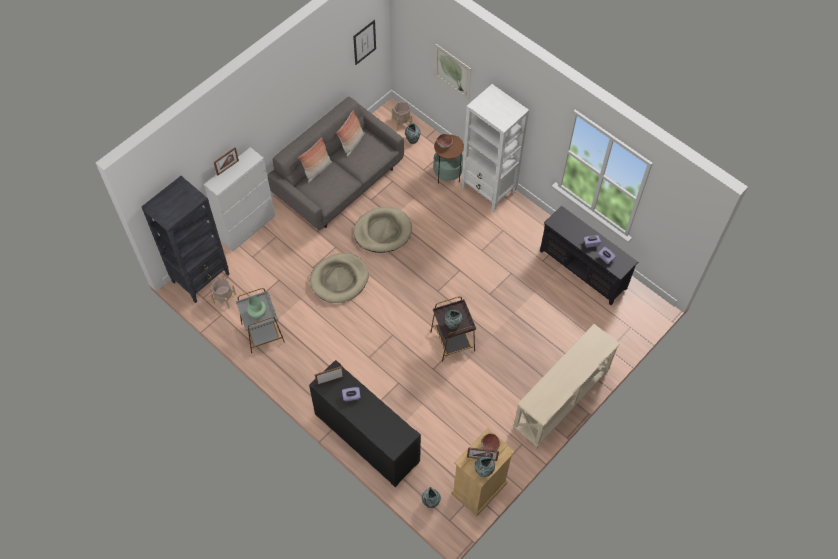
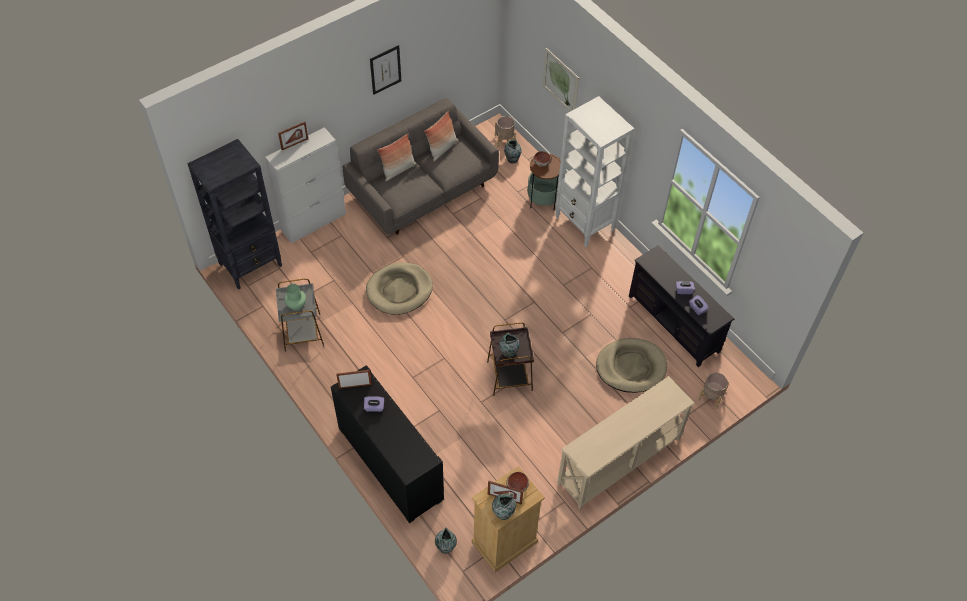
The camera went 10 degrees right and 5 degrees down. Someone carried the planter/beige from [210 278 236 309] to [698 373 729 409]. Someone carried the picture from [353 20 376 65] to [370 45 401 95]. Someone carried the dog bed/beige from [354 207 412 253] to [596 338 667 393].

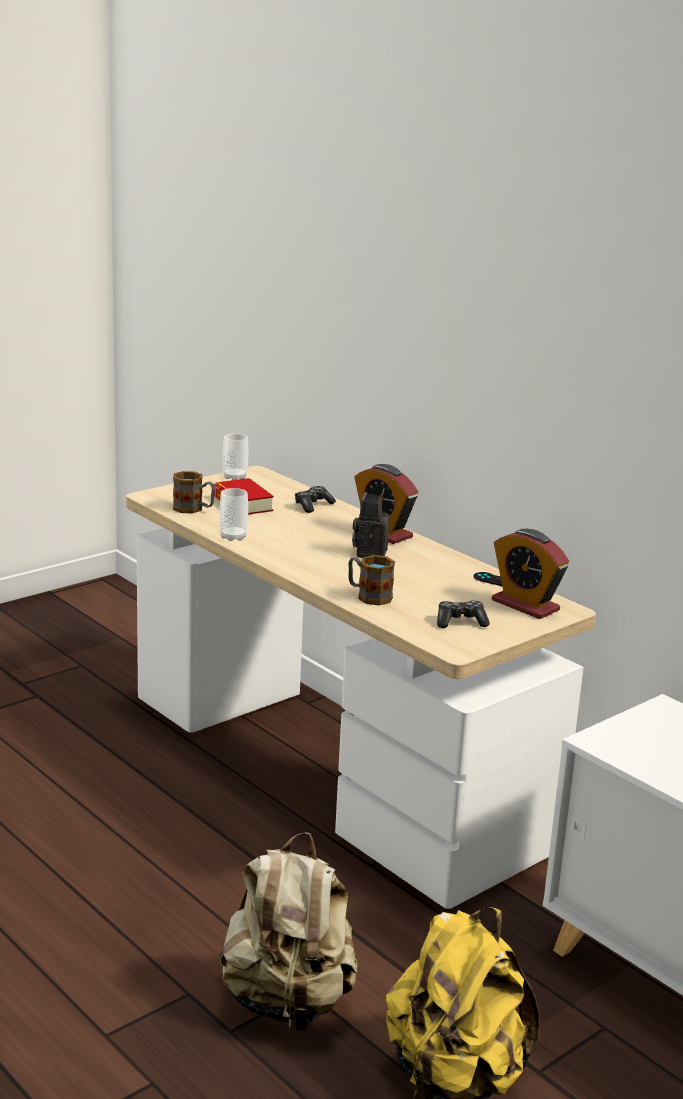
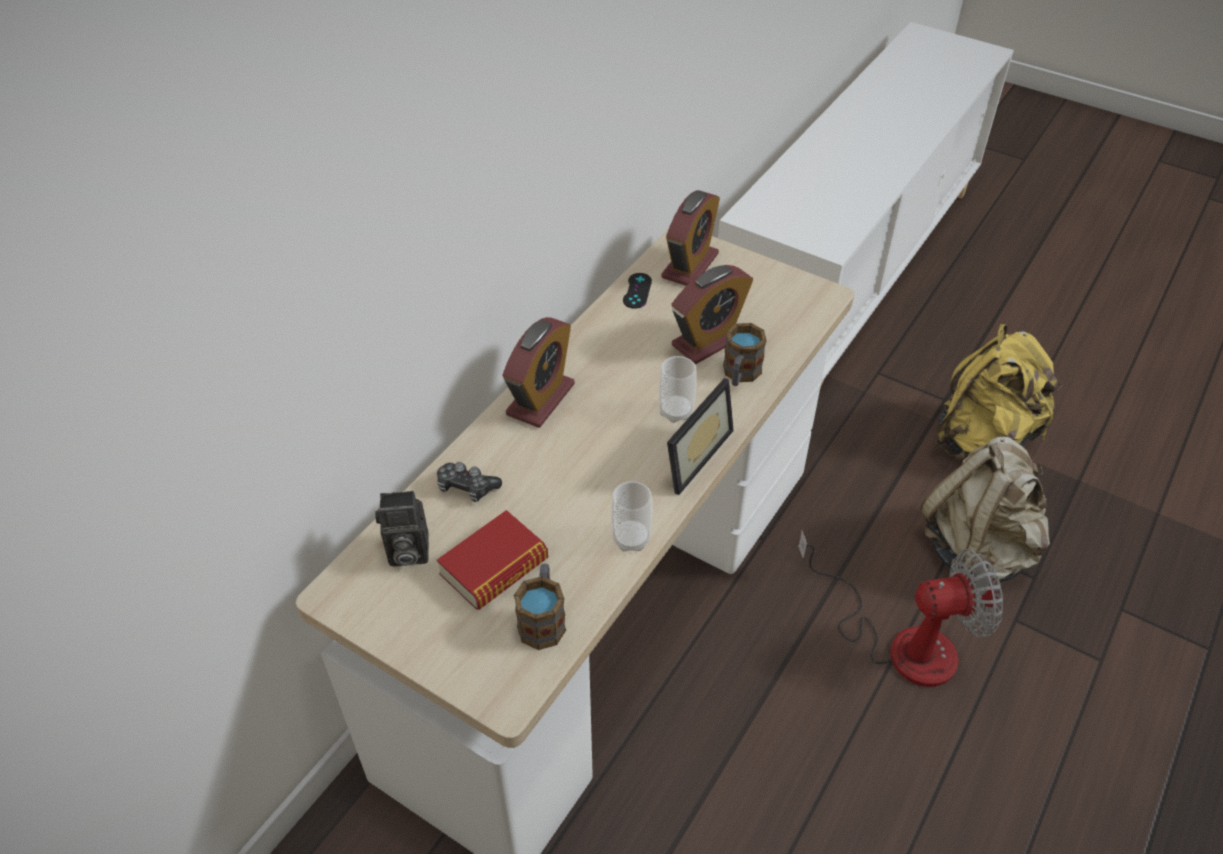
The camera went 105 degrees left and 25 degrees up. Someone carried the cup from [223 433 248 480] to [659 356 697 423]. Someone carried the photo camera from [352 492 389 558] to [375 491 429 566]. Someone took away the game controller at [437 600 490 628]. Someone put down the picture frame at [667 378 734 495]. Someone put down the alarm clock at [672 265 753 364]. Someone put down the fan at [798 530 1003 687].

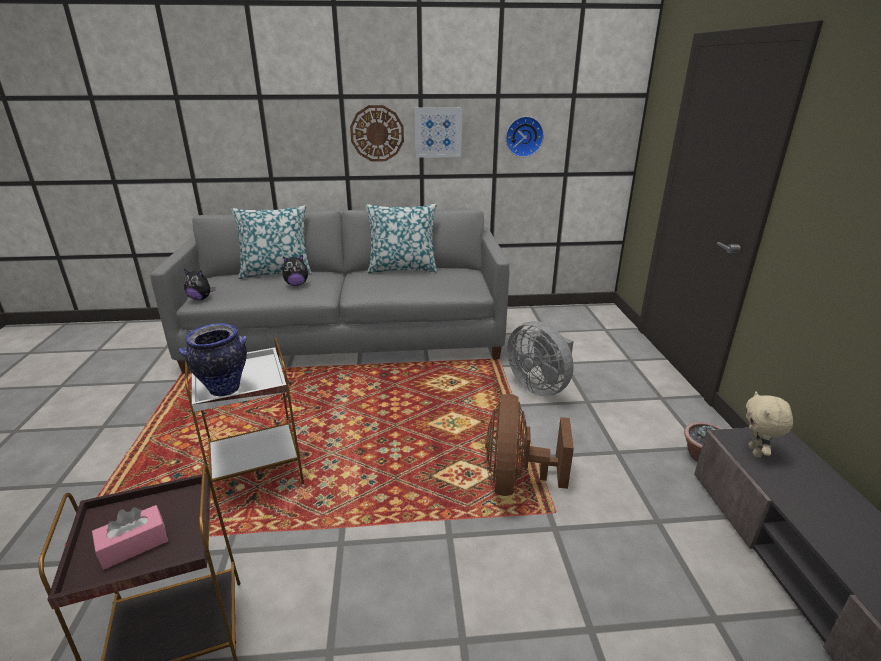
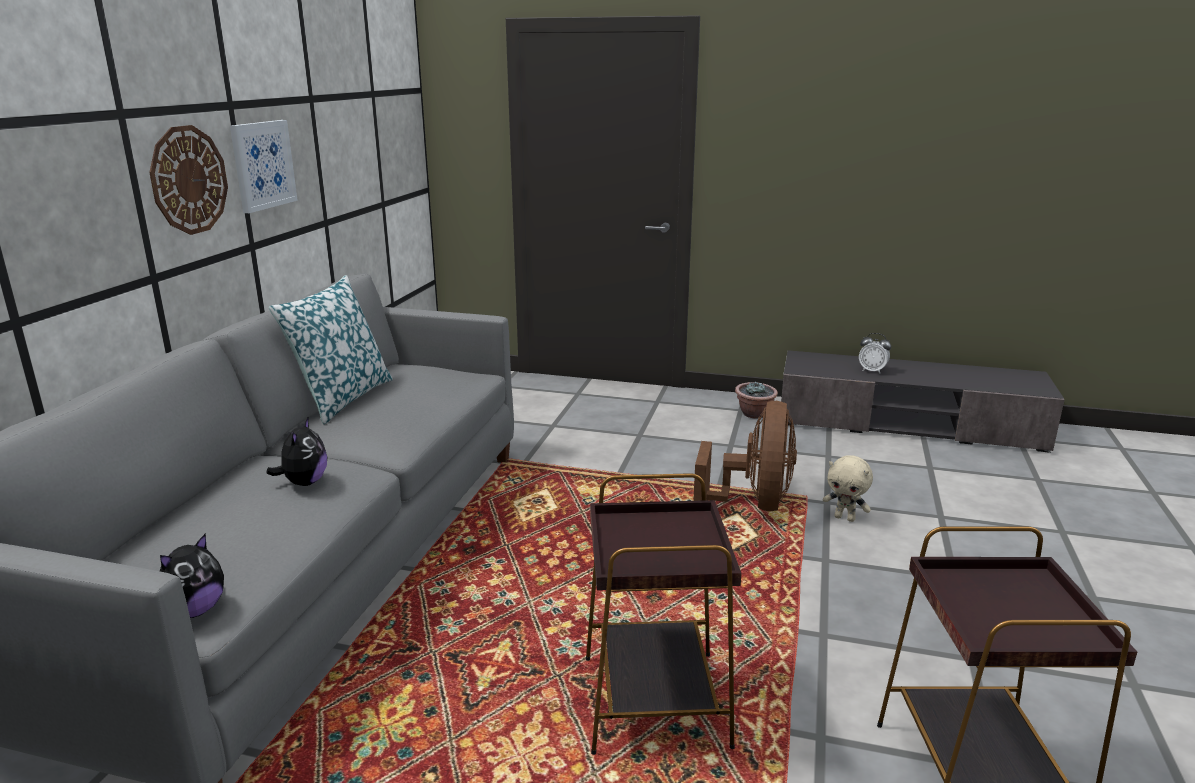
The camera went 70 degrees left and 5 degrees down. Someone took away the tissue box/pink at [92 505 168 570]. Someone took away the vase at [179 323 247 397]. Someone repainted the side table/white at [185 337 305 511], which became the side table/brown at [586 473 742 755]. Someone took away the pillow at [231 205 312 279]. Someone rotated the fan/brown at [485 394 574 496] by 105 degrees counterclockwise. Someone took away the wall clock at [506 116 544 157]. Someone took away the fan/grey at [507 321 574 396]. Someone carried the plush toy/beige from [746 391 793 458] to [823 455 873 522]. Someone put down the alarm clock at [859 333 891 374].

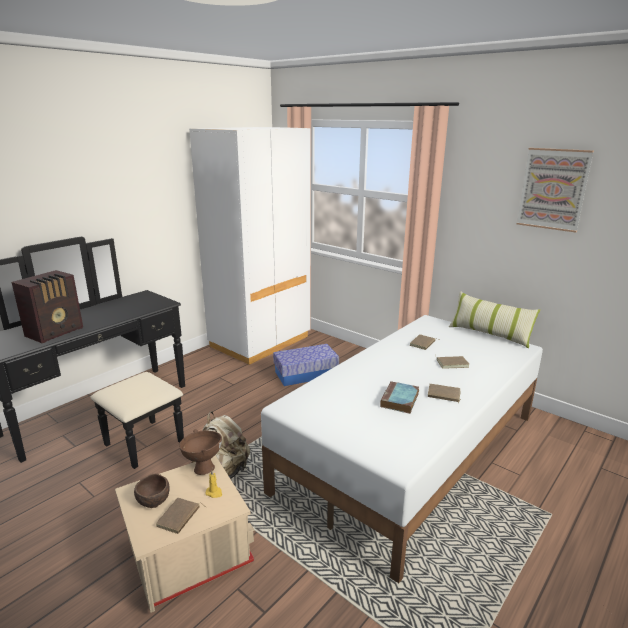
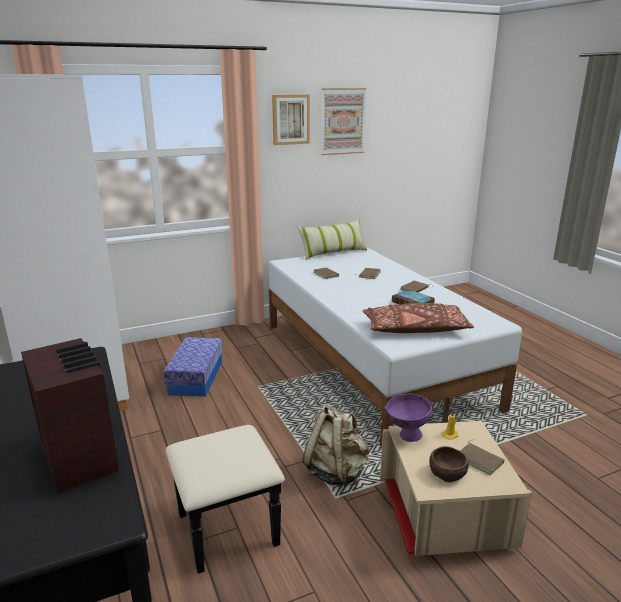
The camera went 65 degrees left and 0 degrees up. Someone repainted the bowl/brown at [179 429 222 475], which became the bowl/purple at [384 394 433 442]. Someone put up the picture at [272 94 310 145]. Someone put down the pillow/brown at [363 303 474 333].

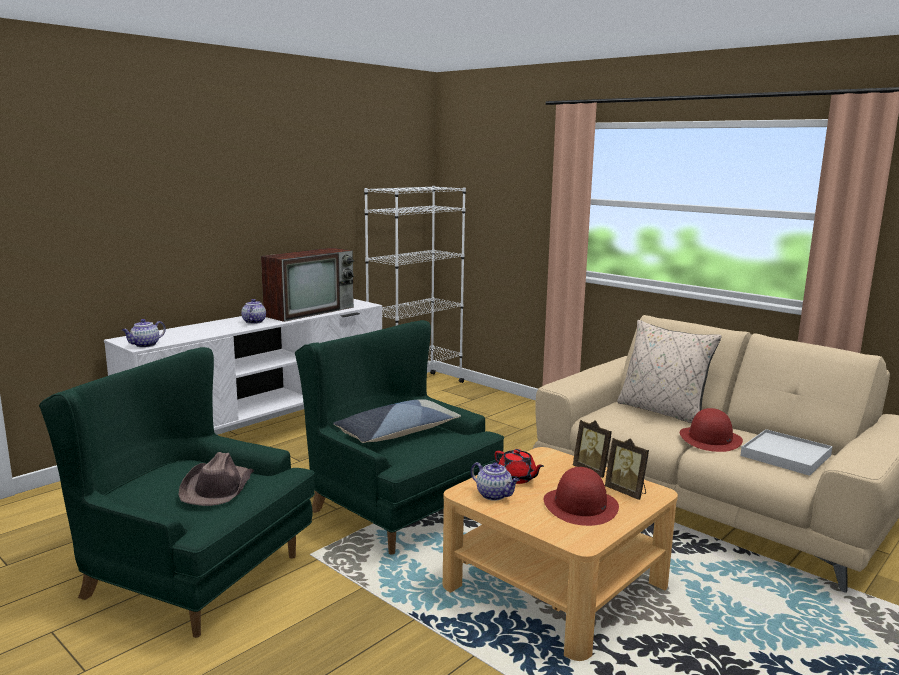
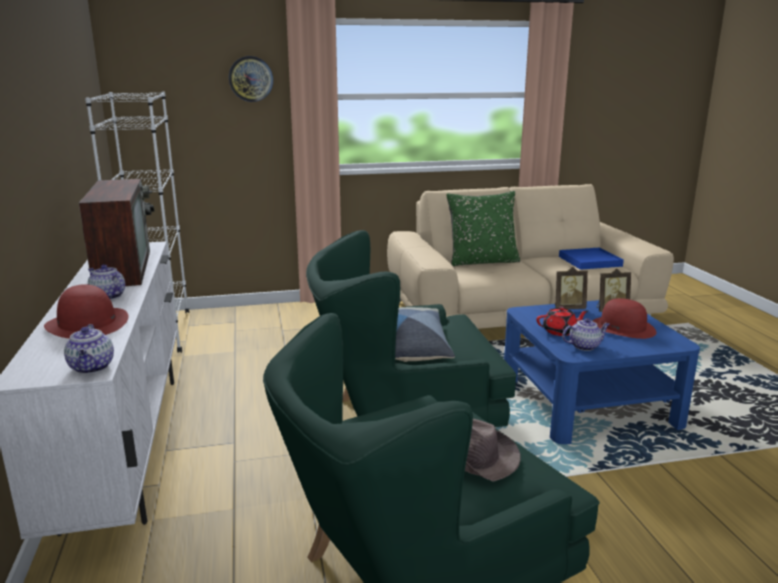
The camera went 55 degrees left and 5 degrees up. Someone repainted the coffee table/beige at [443 447 678 661], which became the coffee table/blue at [504 300 700 444]. Someone repainted the pillow/beige at [617 320 721 423], which became the pillow/green at [446 191 520 266]. Someone carried the hat/red from [680 408 743 452] to [44 284 129 339]. Someone repainted the tray/white at [740 429 833 476], which became the tray/blue at [559 247 624 270]. Someone put up the wall clock at [229 56 273 102].

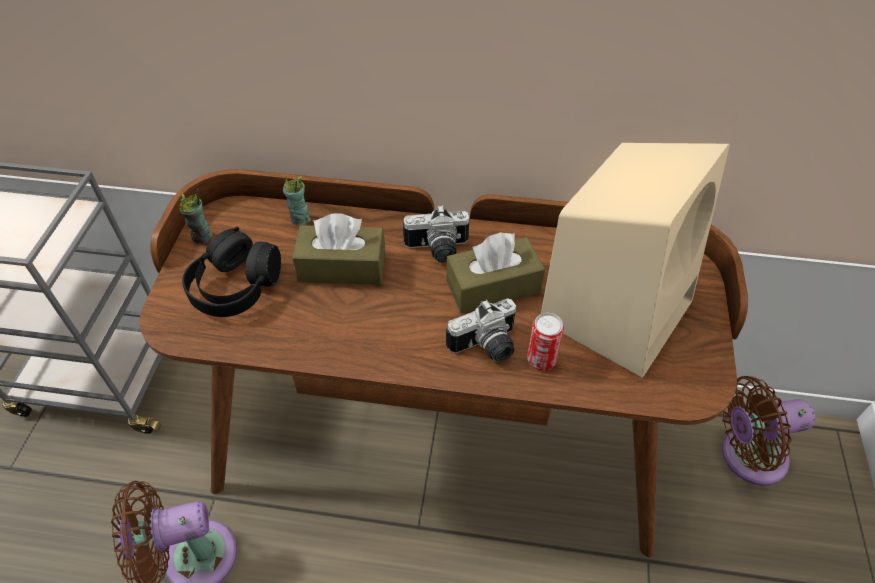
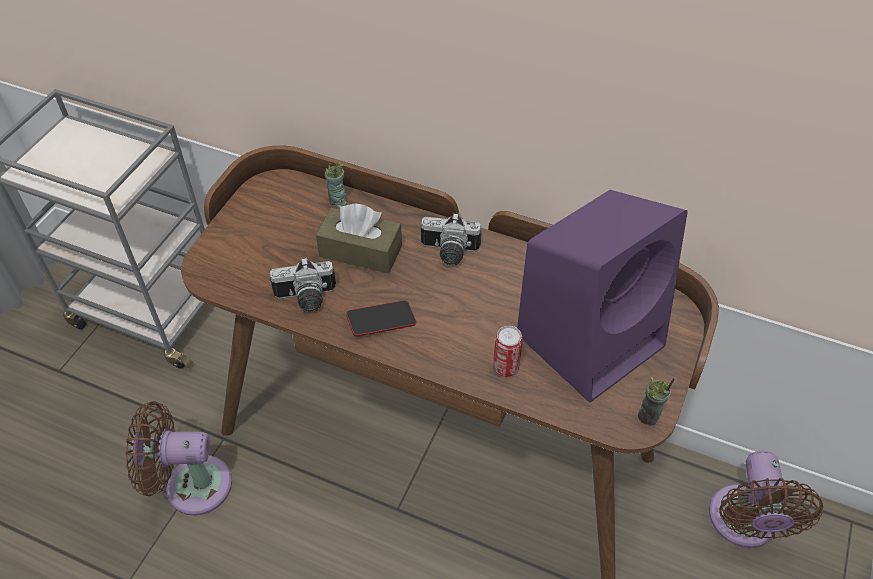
The camera went 15 degrees right and 0 degrees up. Someone carried the cup from [178 188 213 244] to [638 376 675 426]. Someone took away the headphones/black at [182 227 281 317]. Someone took away the tissue box/brown at [446 232 545 313]. Someone carried the photo camera from [446 298 517 362] to [270 257 336 312]. Someone repainted the speaker/beige at [541 143 730 378], which became the speaker/purple at [517 190 688 403]. Someone rotated the fan/brown at [722 376 815 486] by 90 degrees counterclockwise. Someone put down the phone at [346 300 416 337].

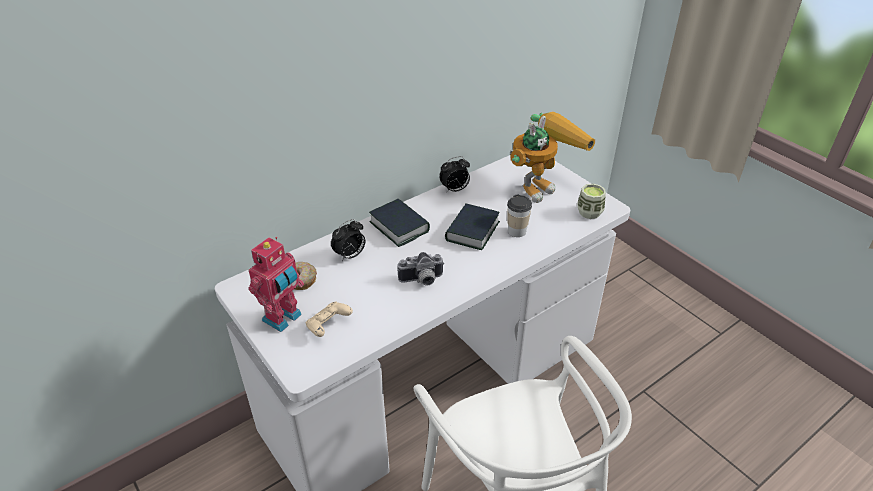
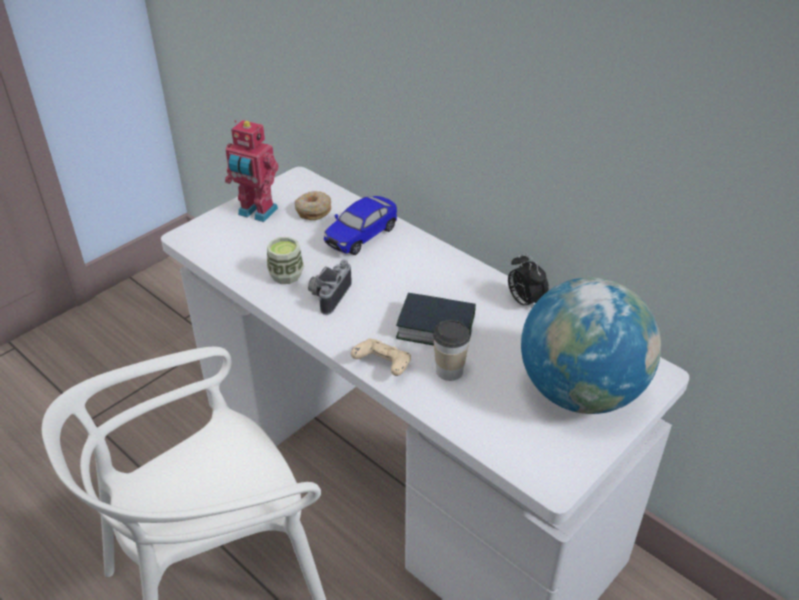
The camera went 80 degrees right and 0 degrees up. Someone carried the game controller/beige from [306 301 353 337] to [351 338 411 376]. Someone swapped the alarm clock at [331 219 365 261] for the toy car at [324 196 397 255]. Someone took away the book at [369 198 430 247]. Someone rotated the photo camera at [397 252 445 286] by 45 degrees clockwise. Someone swapped the toy robot at [510 111 595 203] for the globe at [521 277 661 414]. Someone carried the cup from [578 184 606 219] to [267 237 304 284].

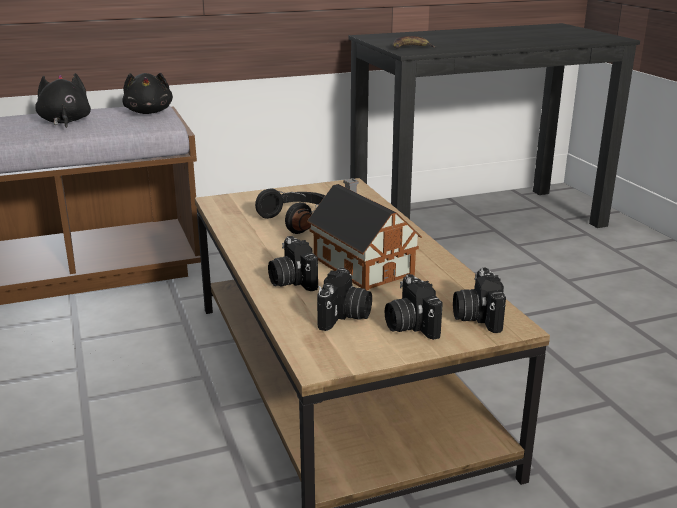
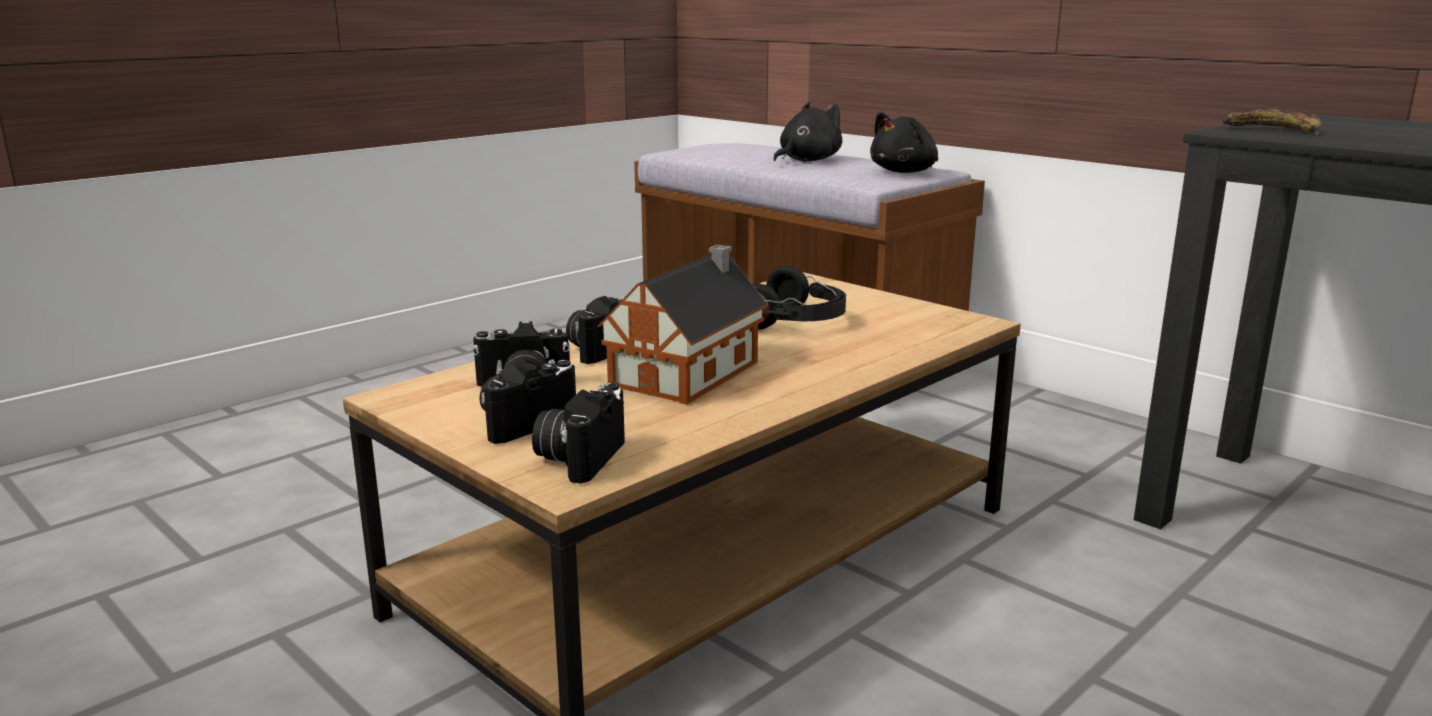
The camera went 65 degrees right and 5 degrees down. Someone rotated the photo camera at [453 268 506 333] by 45 degrees counterclockwise.

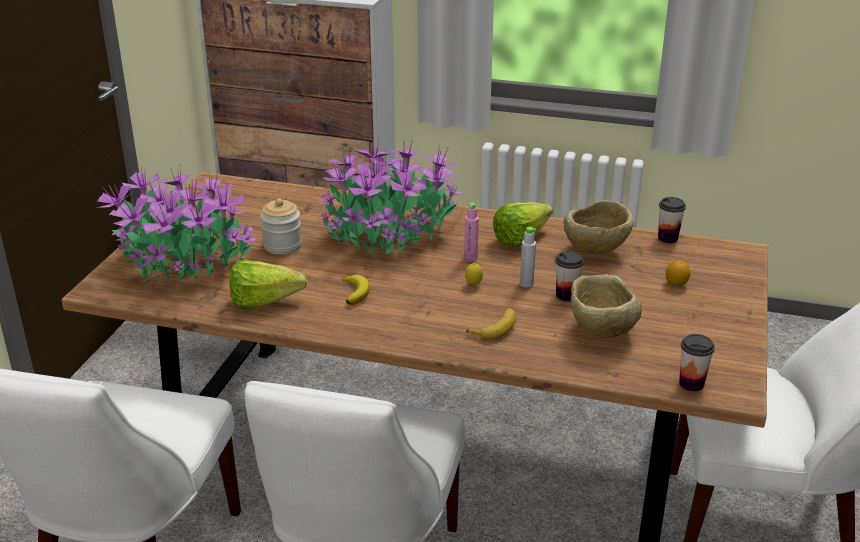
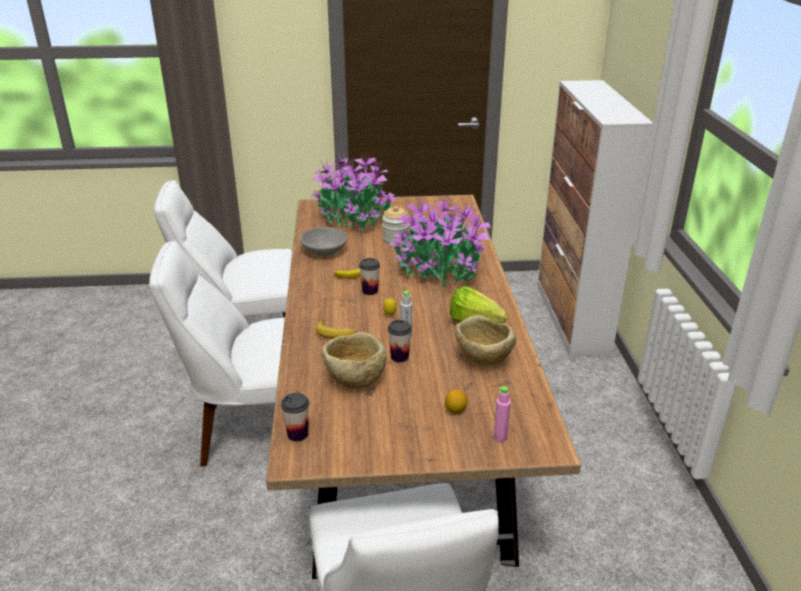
The camera went 70 degrees right and 0 degrees up. Someone swapped the lettuce at [230 260 307 309] for the bowl/grey at [300 227 348 256]. Someone carried the bottle/pink from [464 203 479 261] to [493 386 511 443]. Someone carried the cup from [658 197 686 243] to [359 258 380 295].

